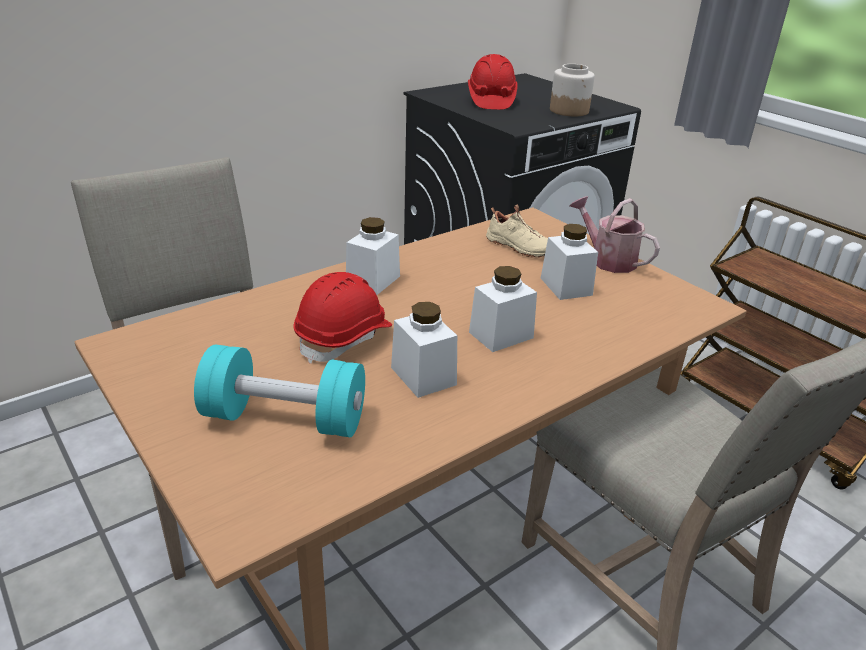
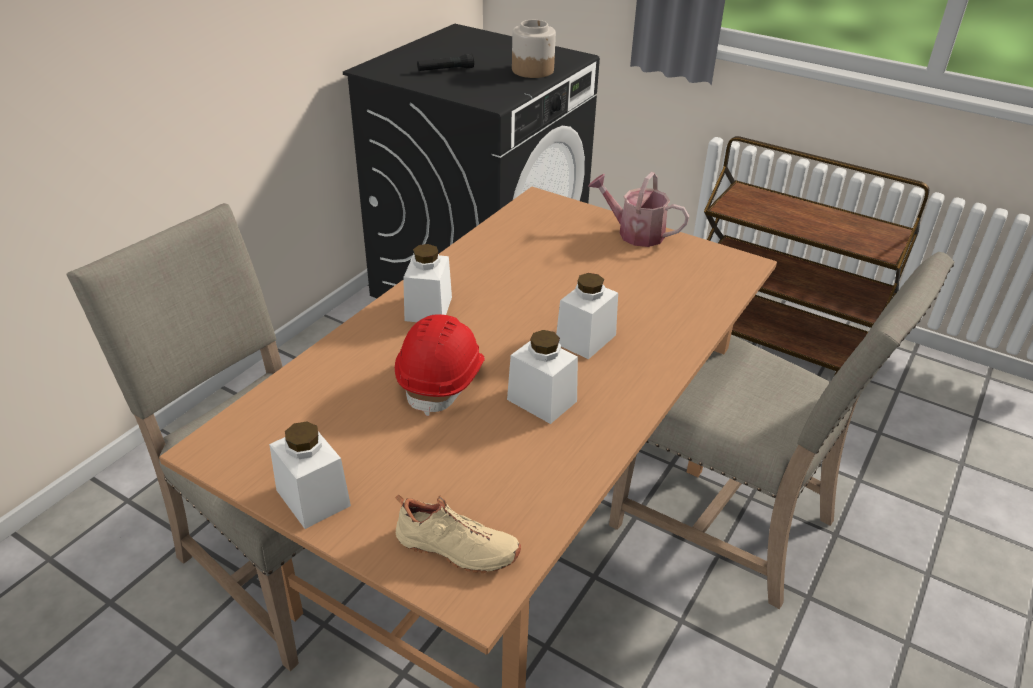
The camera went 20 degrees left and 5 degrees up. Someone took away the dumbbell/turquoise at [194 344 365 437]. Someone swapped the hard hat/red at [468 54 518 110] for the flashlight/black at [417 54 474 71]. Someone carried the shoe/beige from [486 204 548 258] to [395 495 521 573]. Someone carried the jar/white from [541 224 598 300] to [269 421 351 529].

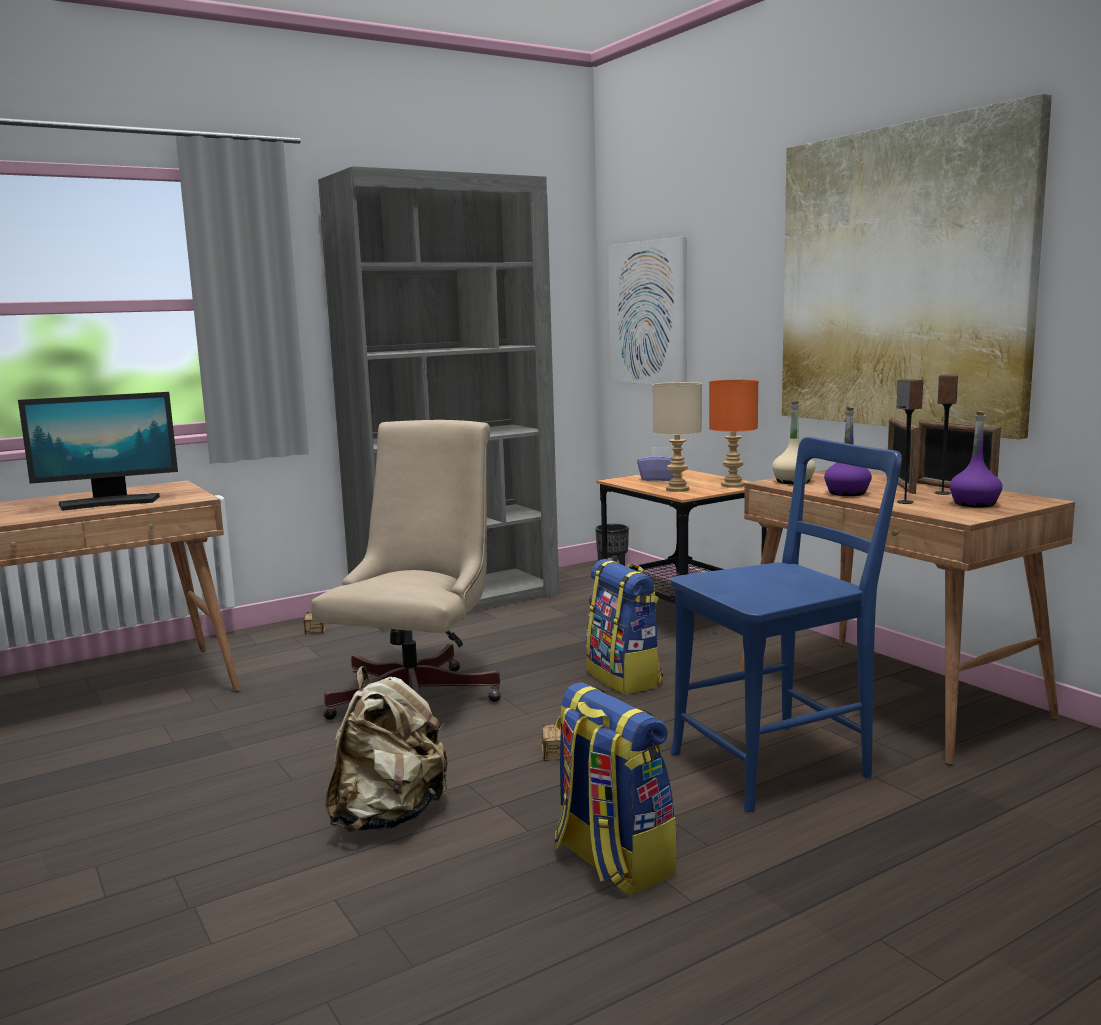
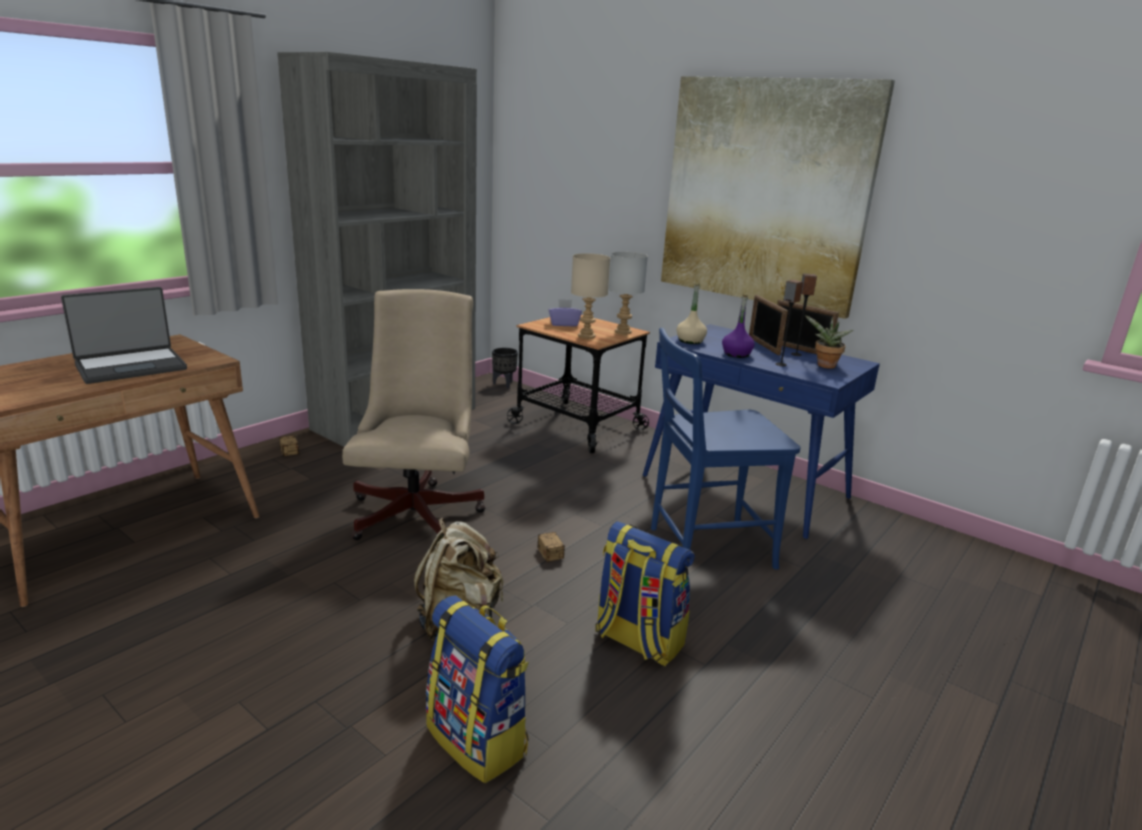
The camera went 20 degrees left and 10 degrees up. Someone swapped the monitor at [18 392 178 511] for the laptop at [61 287 187 384]. Someone carried the backpack from [586 559 663 694] to [426 595 529 783]. Someone took away the picture at [608 236 687 385]. Someone rotated the chair/blue at [671 437 902 812] by 150 degrees counterclockwise. Someone repainted the table lamp/orange at [709 379 758 488], which became the table lamp/grey at [609 252 648 334]. Someone repainted the desk/brown at [739 470 1075 765], which became the desk/blue at [643 324 880 539]. Someone swapped the bottle/purple at [949 411 1003 508] for the potted plant at [805 315 853 369].

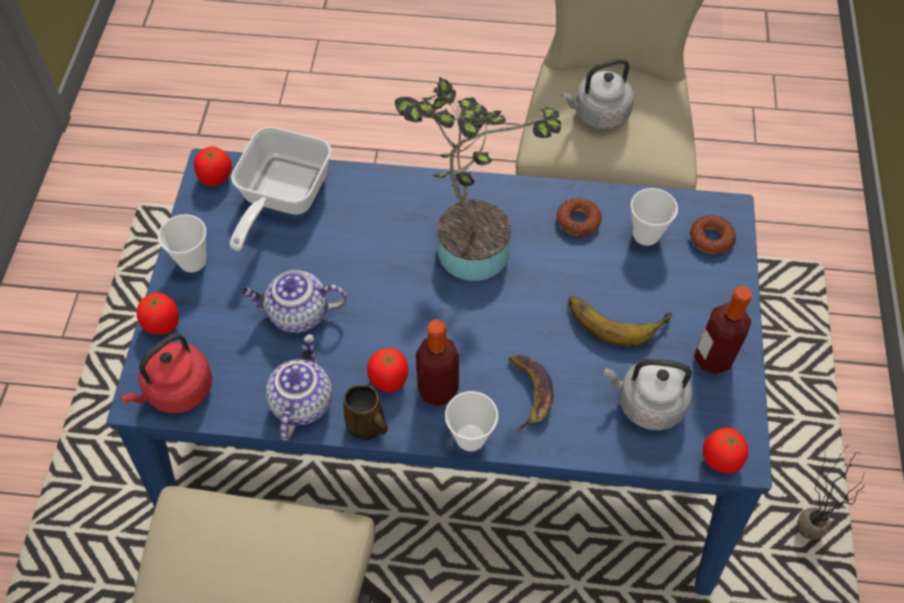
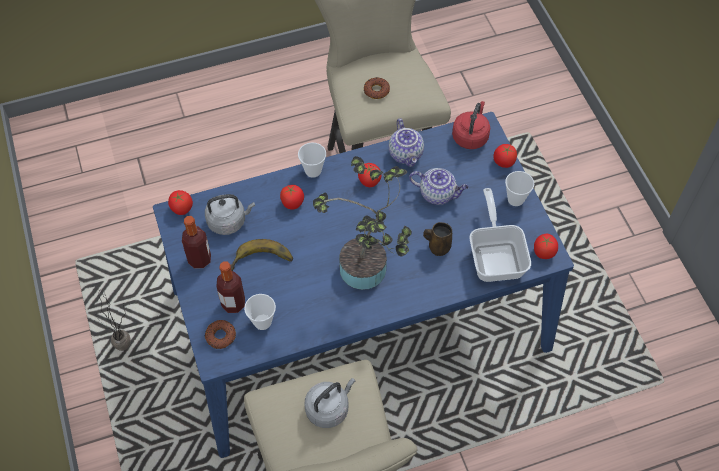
The camera went 155 degrees right and 0 degrees up. Someone rotated the teapot at [241 270 347 333] by 45 degrees clockwise. Someone carried the mug/brown from [343 385 388 440] to [423 222 452 256]. Someone carried the bottle from [416 319 459 407] to [216 262 245 313]. Someone swapped the banana at [509 355 553 432] for the tomato at [280 185 304 209]. Someone carried the donut from [557 198 602 237] to [364 77 390 99].

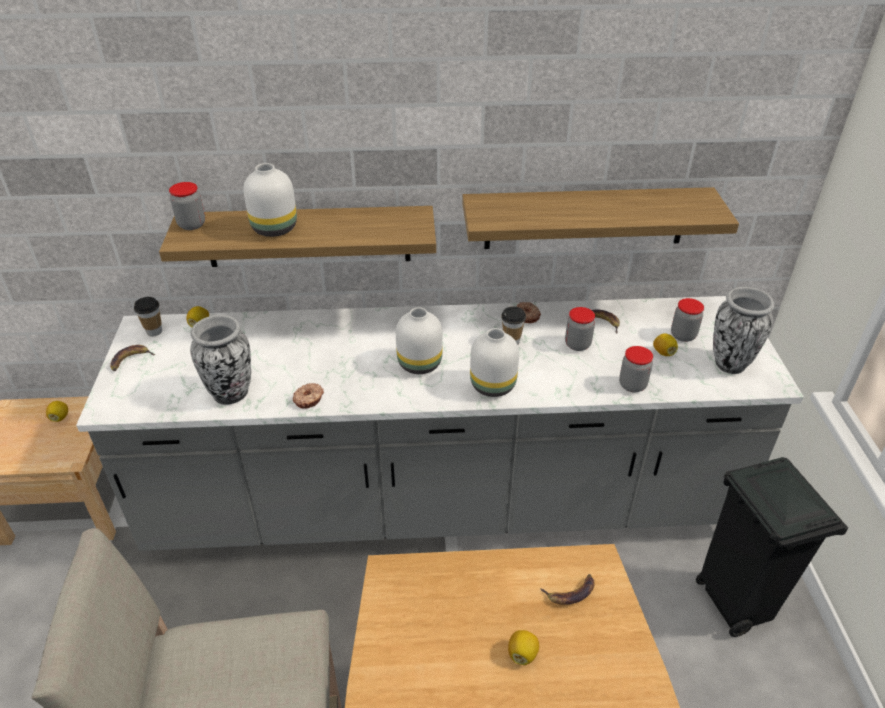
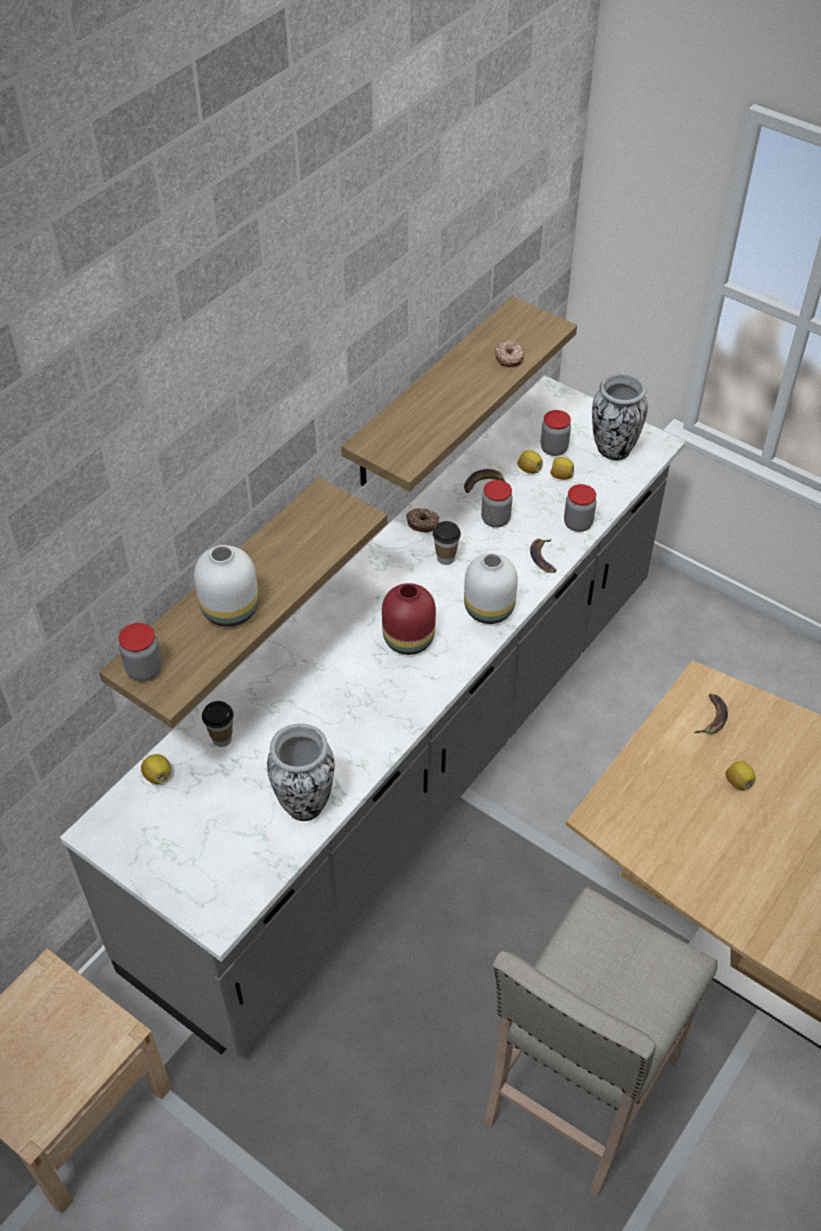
The camera went 50 degrees left and 10 degrees up. Someone carried the lemon from [46 401 68 422] to [517 450 543 474]. Someone carried the banana from [110 345 156 371] to [530 539 556 573]. Someone carried the cup from [134 297 162 337] to [202 701 234 747]. Someone carried the donut from [292 383 324 408] to [495 340 524 368]. Someone repainted the vase/white at [396 307 443 374], which became the vase/red at [382 583 436 655]. Someone took away the trash can/black at [696 457 848 637].

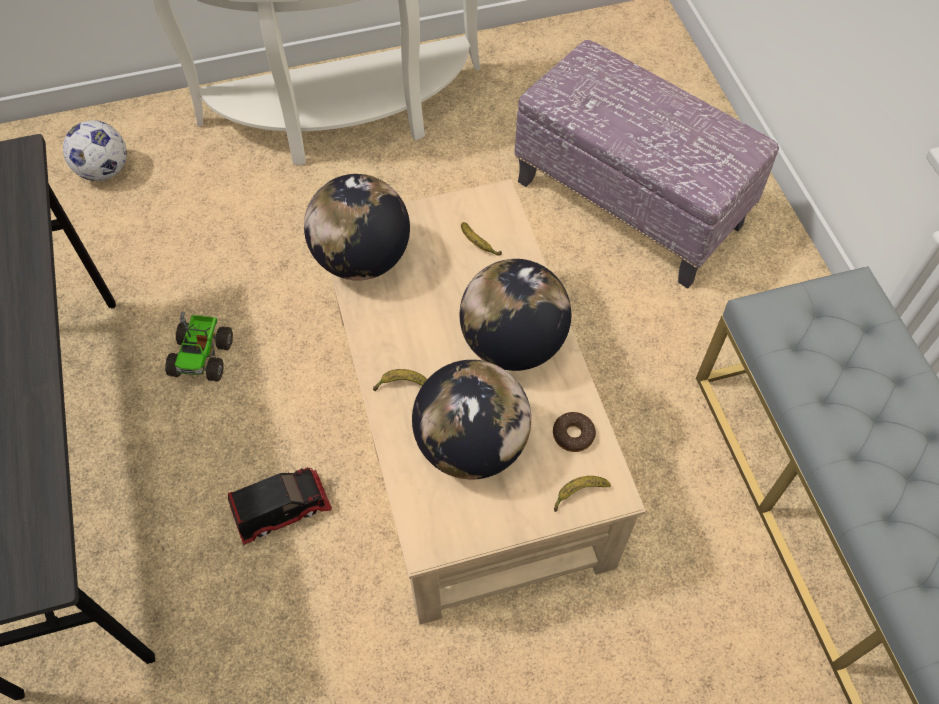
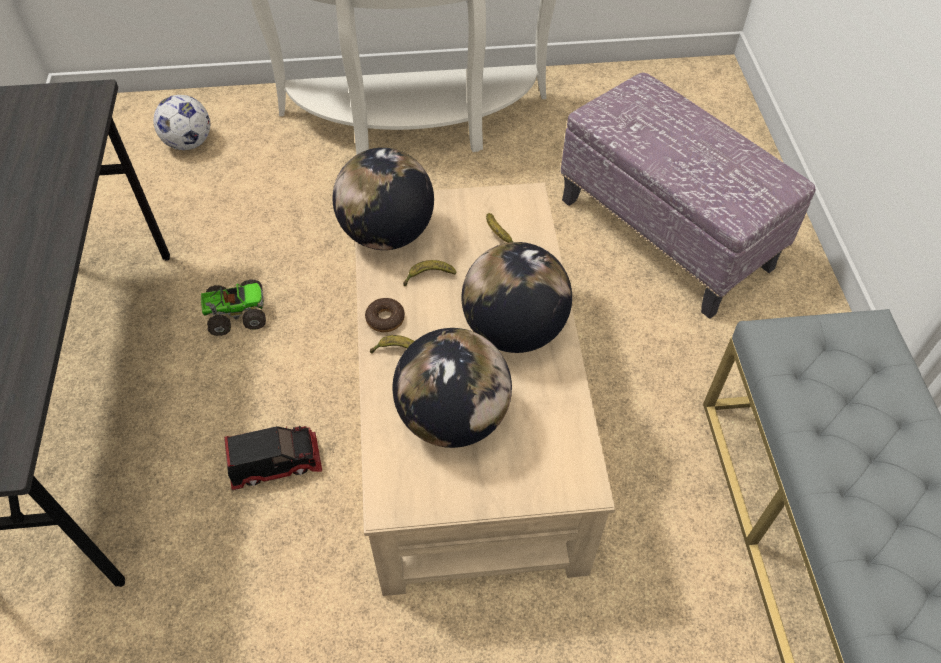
The camera went 10 degrees right and 5 degrees down. Someone rotated the toy truck at [165 312 233 382] by 120 degrees counterclockwise. Someone carried the donut from [553 412 596 452] to [365 298 405 332]. Someone carried the banana from [554 476 611 512] to [403 260 456 286].

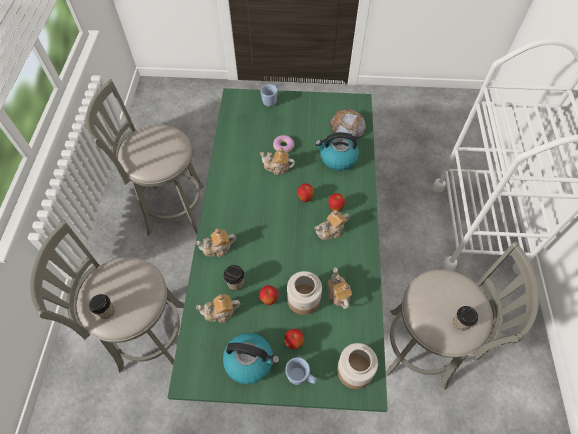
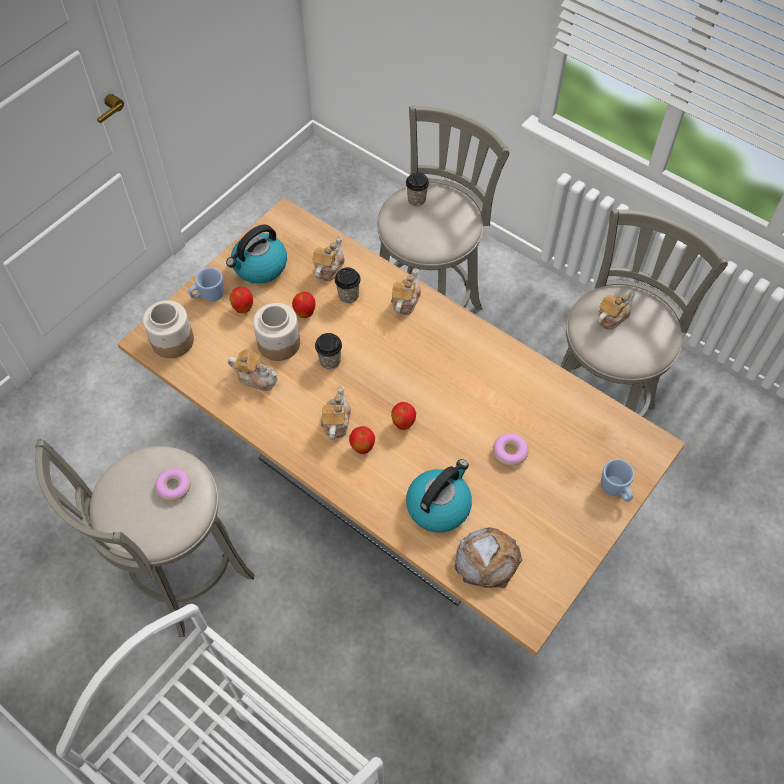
The camera went 125 degrees right and 0 degrees up. Someone repainted the dining table/green at [167 88 388 412], which became the dining table/beige at [117 198 685 656]. Someone carried the teapot from [260 147 295 175] to [596 290 636 330]. Someone carried the cup from [453 306 478 331] to [315 333 342 369]. Someone put down the donut at [155 468 191 501].

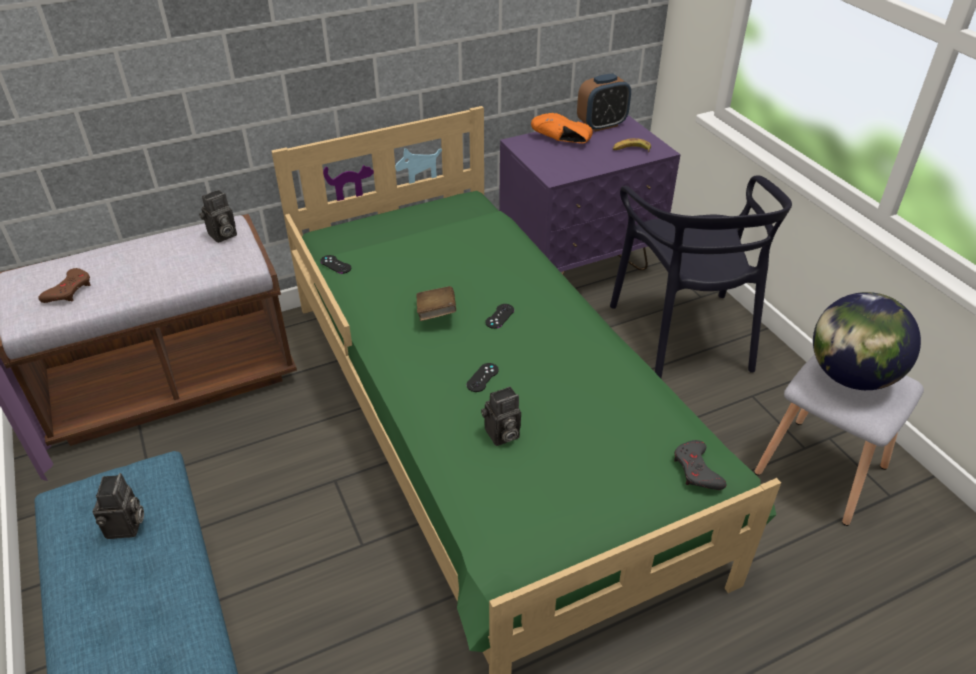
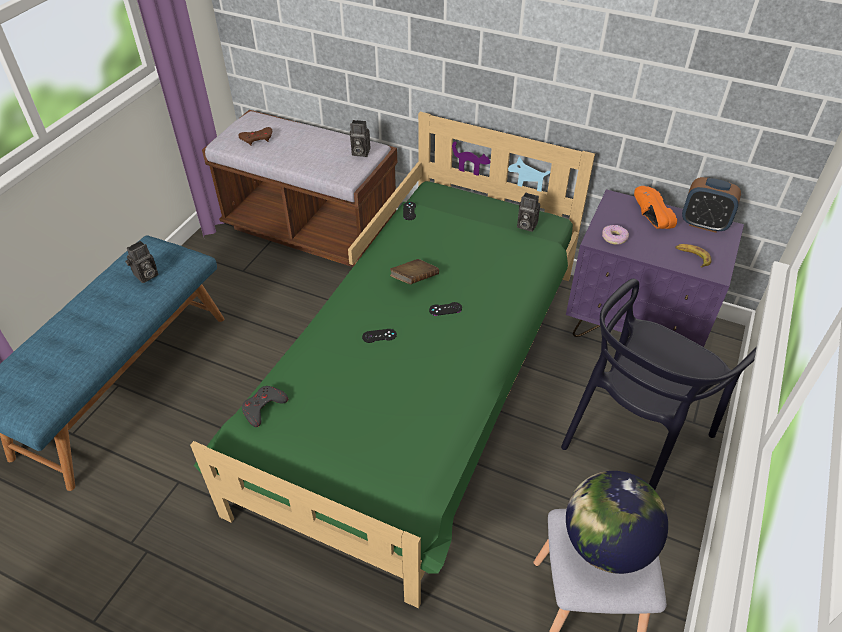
The camera went 50 degrees right and 5 degrees up. Someone carried the photo camera from [481 386 521 446] to [517 192 540 232]. Someone carried the game controller/grey from [674 440 726 490] to [242 386 288 427]. Someone put down the donut at [602 225 629 245].

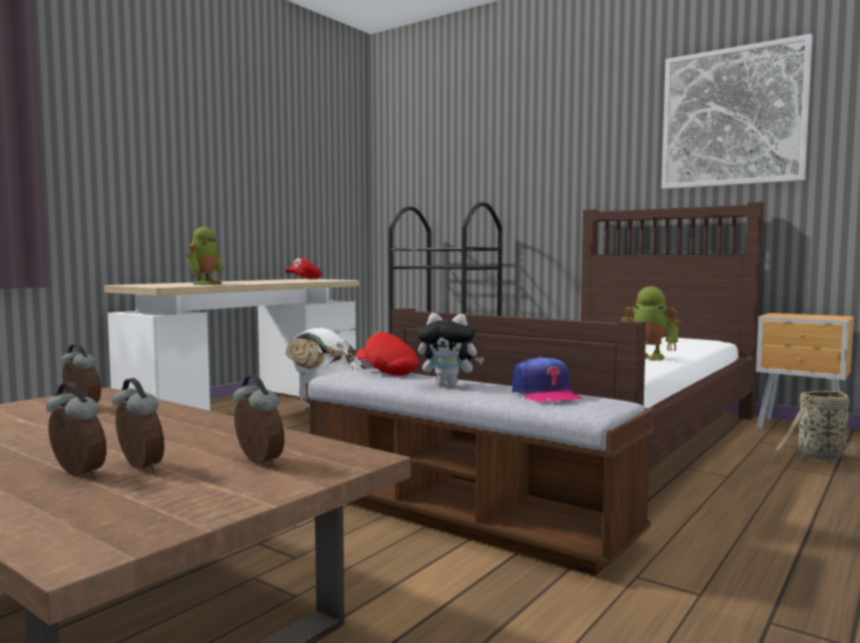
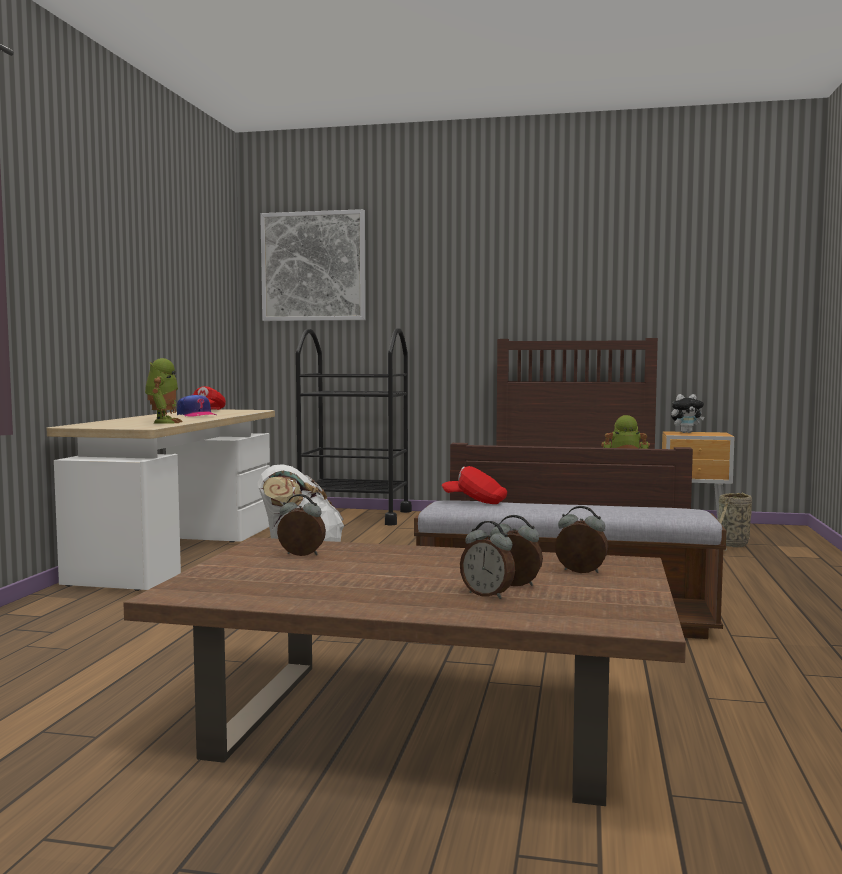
The camera went 25 degrees left and 0 degrees up. Someone rotated the alarm clock at [46 382 107 477] by 150 degrees counterclockwise. Someone carried the plush toy from [417 313 484 387] to [671 394 704 433]. Someone carried the cap from [512 356 582 402] to [177 394 216 417]. Someone carried the picture from [661 34 813 189] to [260 209 366 321].

